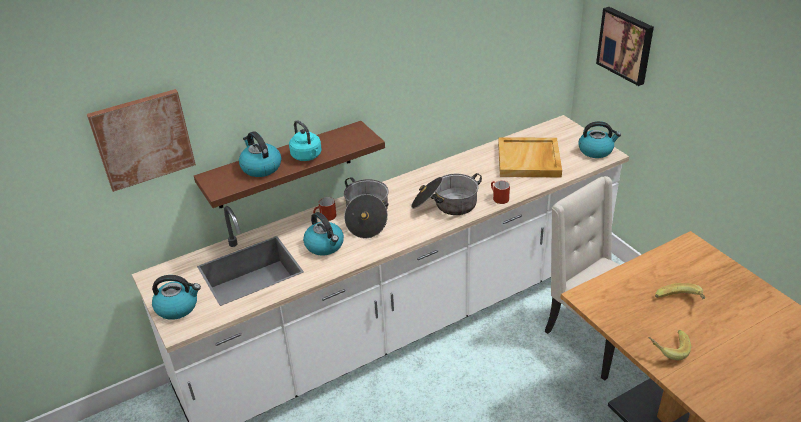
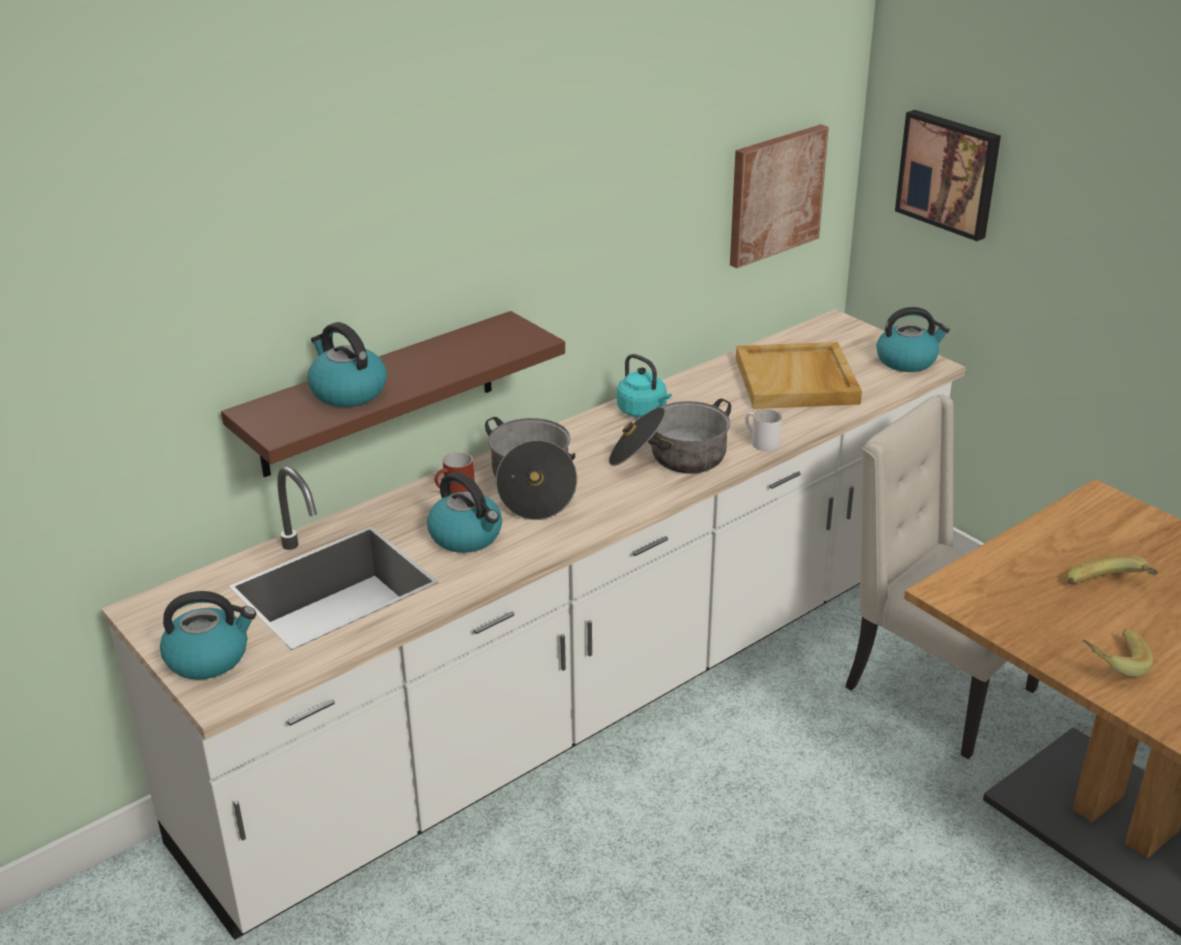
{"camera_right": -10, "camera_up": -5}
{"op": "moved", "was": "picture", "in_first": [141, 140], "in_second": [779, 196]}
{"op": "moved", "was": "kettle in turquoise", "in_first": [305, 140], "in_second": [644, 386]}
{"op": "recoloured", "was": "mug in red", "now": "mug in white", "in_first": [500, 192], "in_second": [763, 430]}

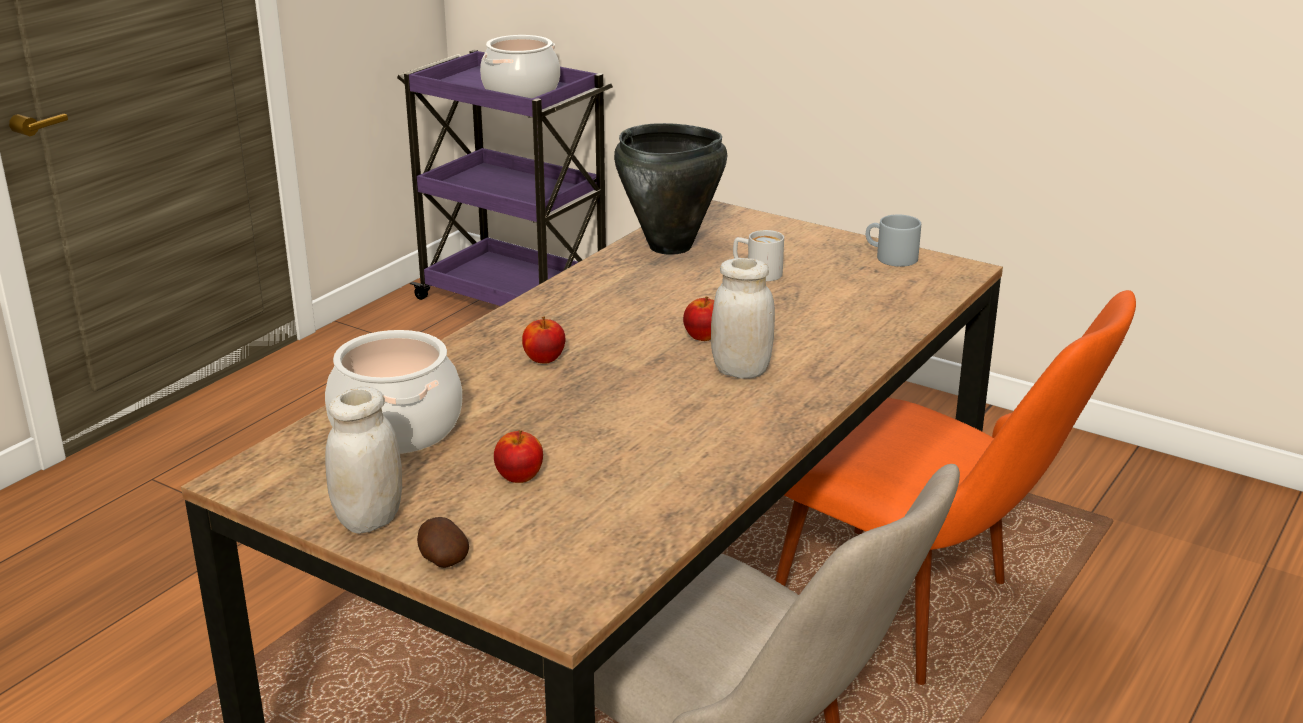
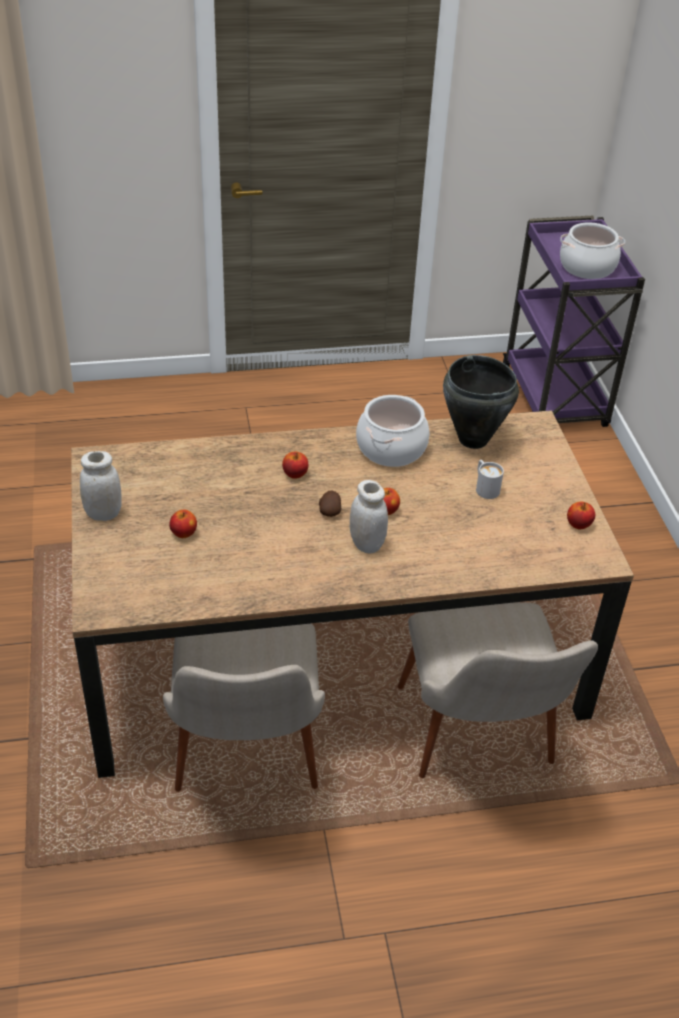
{"camera_right": 45, "camera_up": 15}
{"op": "moved", "was": "cooking pot", "in_first": [393, 392], "in_second": [393, 431]}
{"op": "moved", "was": "potato", "in_first": [443, 542], "in_second": [330, 503]}
{"op": "recoloured", "was": "chair in orange", "now": "chair in beige", "in_first": [955, 487], "in_second": [498, 690]}
{"op": "replaced", "was": "mug in grey", "now": "apple", "in_first": [893, 240], "in_second": [581, 515]}

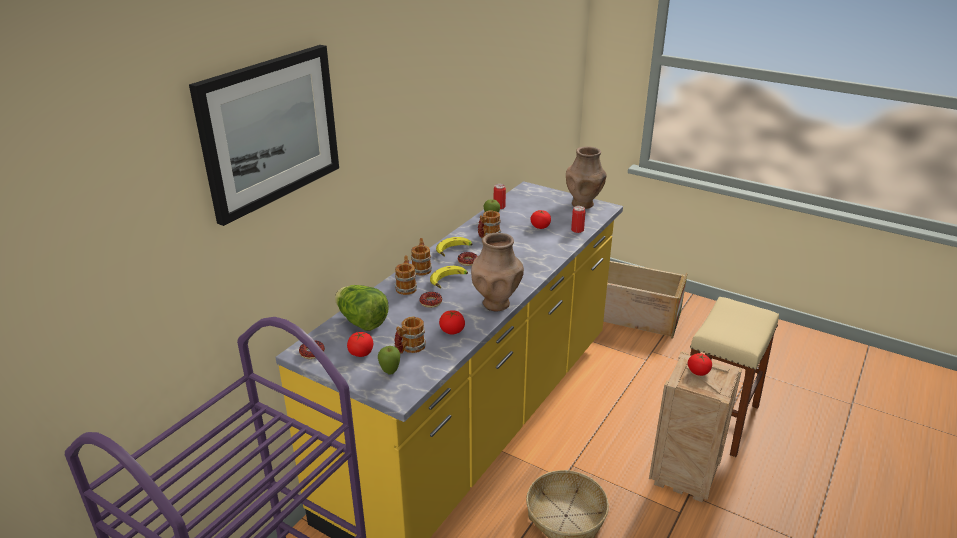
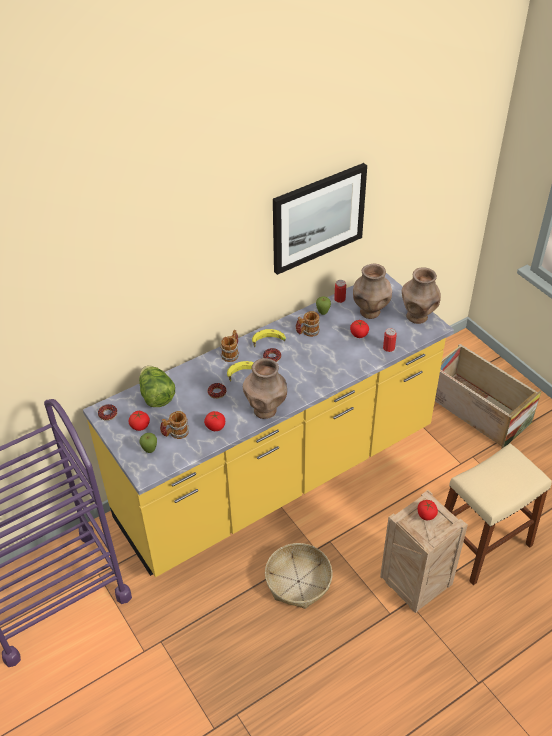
{"camera_right": 25, "camera_up": 15}
{"op": "moved", "was": "picture", "in_first": [264, 135], "in_second": [320, 219]}
{"op": "removed", "was": "mug", "in_first": [406, 275]}
{"op": "added", "now": "vase in brown", "in_second": [372, 291]}

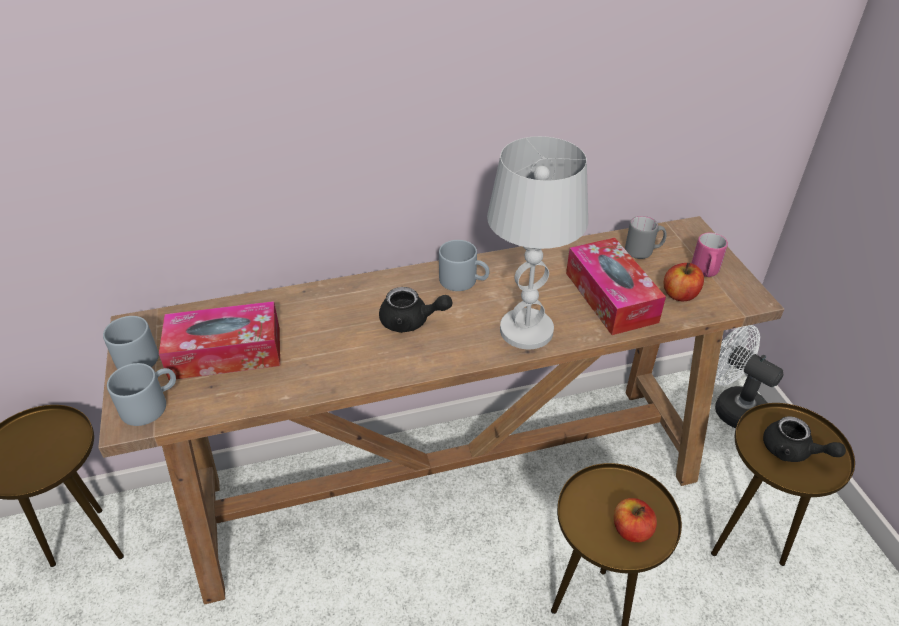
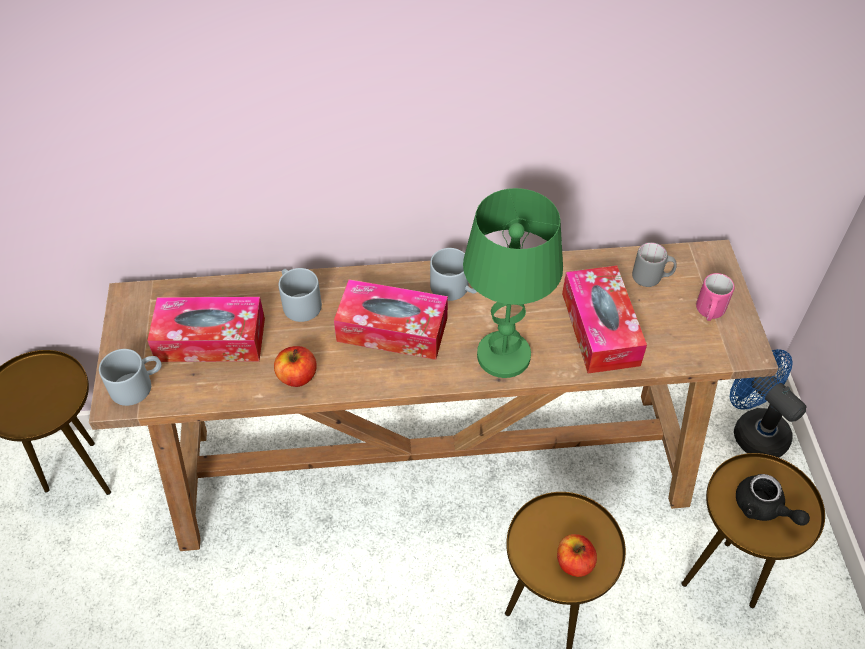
{"camera_right": 10, "camera_up": 10}
{"op": "moved", "was": "mug in grey", "in_first": [131, 342], "in_second": [300, 295]}
{"op": "replaced", "was": "teapot in black", "now": "tissue box", "in_first": [415, 310], "in_second": [391, 319]}
{"op": "recoloured", "was": "table lamp in white", "now": "table lamp in green", "in_first": [537, 242], "in_second": [513, 283]}
{"op": "moved", "was": "apple", "in_first": [683, 281], "in_second": [295, 366]}
{"op": "recoloured", "was": "fan in white", "now": "fan in blue", "in_first": [749, 376], "in_second": [768, 403]}

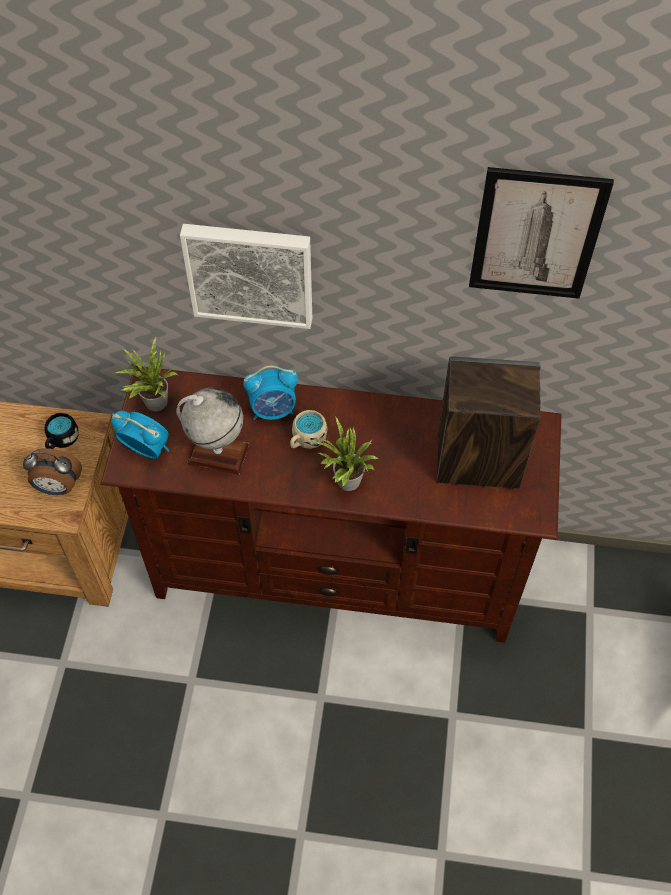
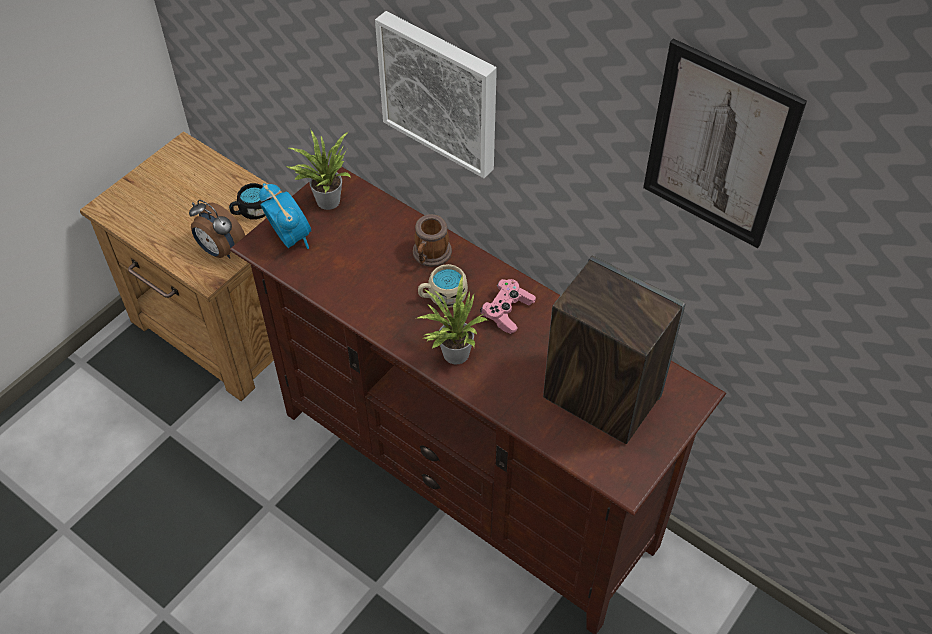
{"camera_right": 30, "camera_up": -5}
{"op": "removed", "was": "globe", "in_first": [212, 431]}
{"op": "replaced", "was": "alarm clock", "now": "mug", "in_first": [270, 392], "in_second": [432, 240]}
{"op": "added", "now": "game controller in pink", "in_second": [508, 306]}

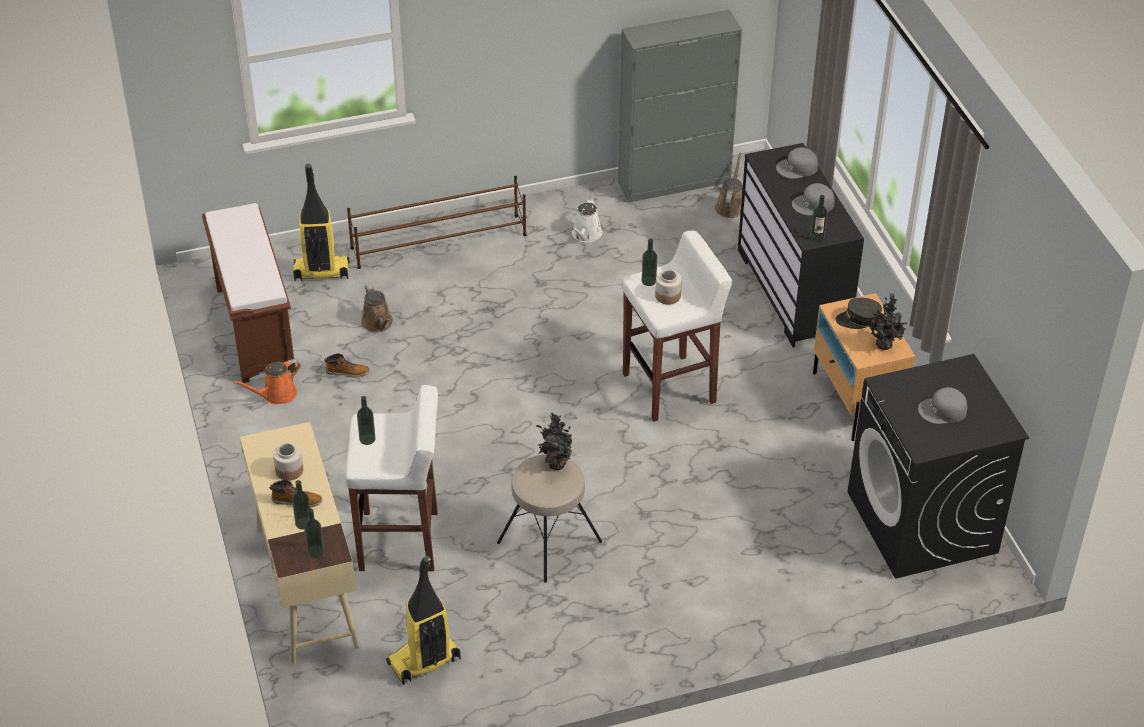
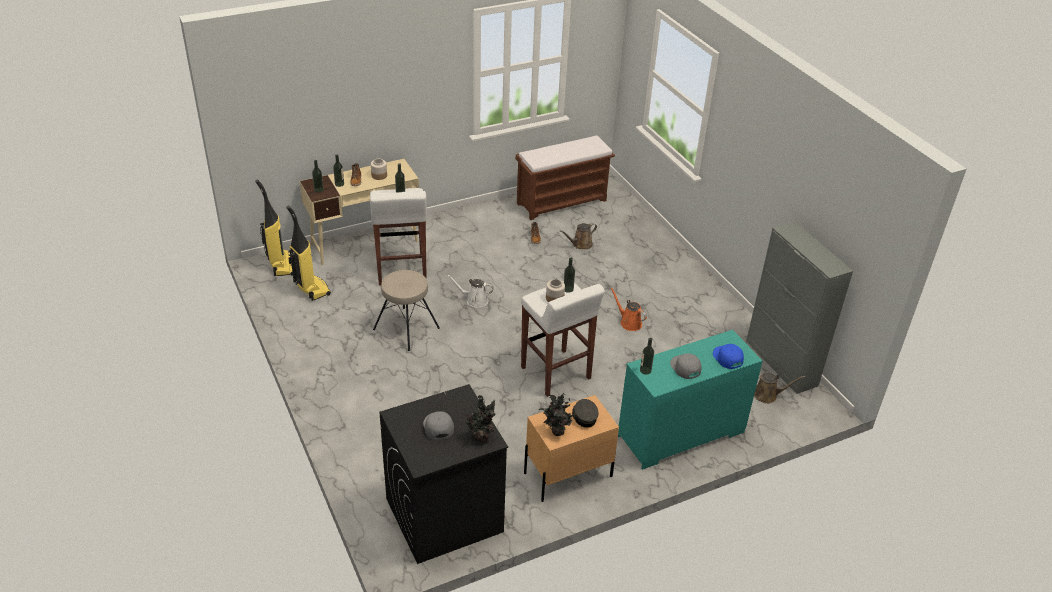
{"camera_right": 80, "camera_up": -5}
{"op": "moved", "was": "watering can in orange", "in_first": [266, 382], "in_second": [629, 309]}
{"op": "moved", "was": "vacuum cleaner", "in_first": [321, 222], "in_second": [274, 228]}
{"op": "removed", "was": "shoe rack in brown", "in_first": [436, 222]}
{"op": "moved", "was": "potted plant", "in_first": [554, 441], "in_second": [480, 419]}
{"op": "moved", "was": "watering can in white", "in_first": [587, 220], "in_second": [470, 291]}
{"op": "recoloured", "was": "dresser in black", "now": "dresser in turquoise", "in_first": [801, 245], "in_second": [690, 400]}
{"op": "recoloured", "was": "cap in grey", "now": "cap in blue", "in_first": [797, 163], "in_second": [728, 356]}

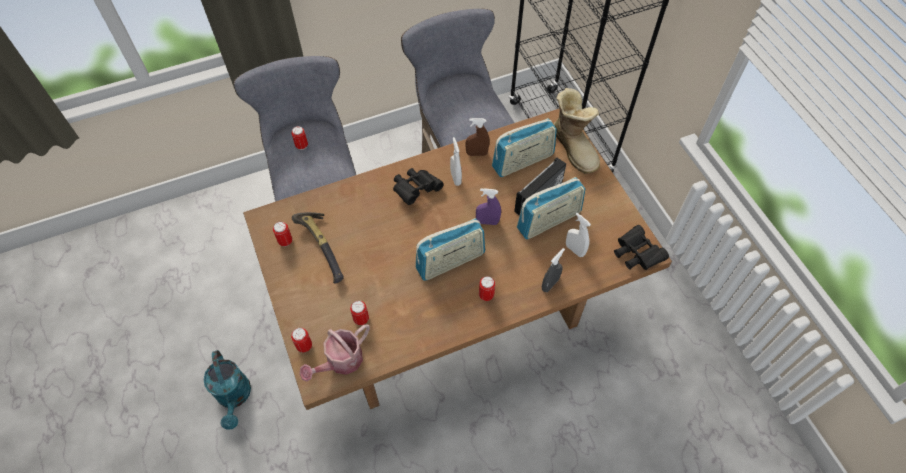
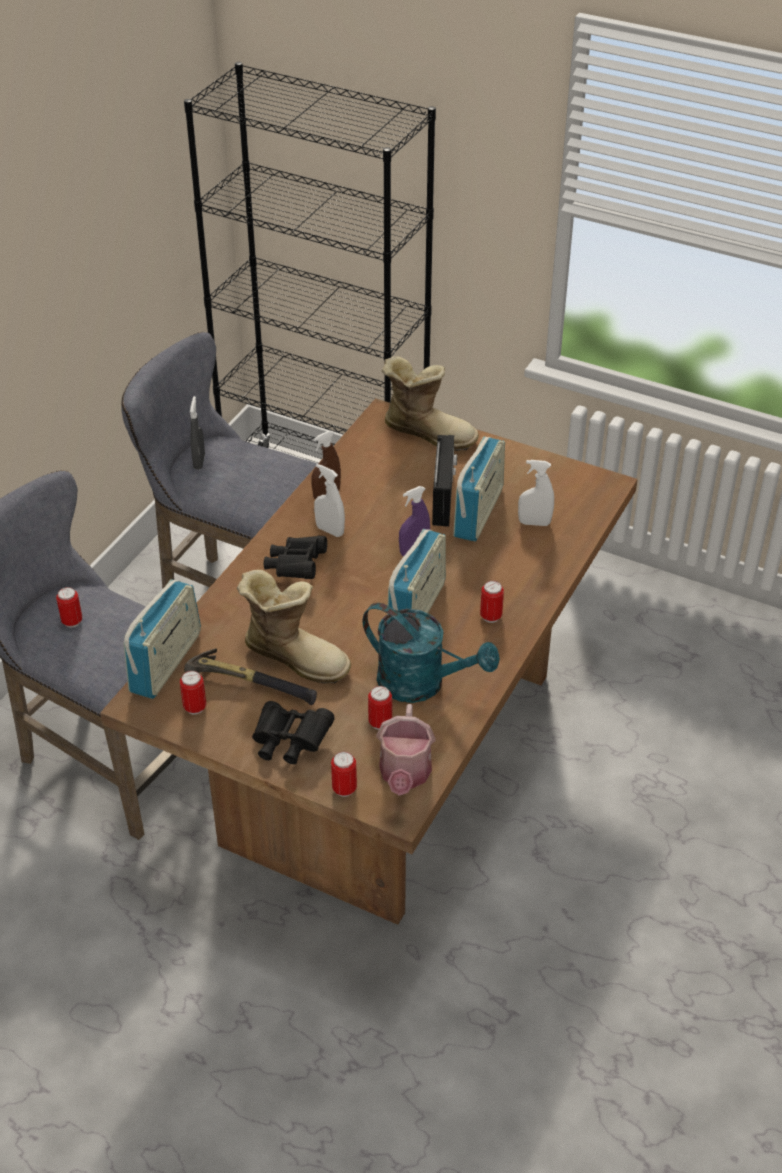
{"camera_right": -40, "camera_up": -15}
{"op": "moved", "was": "watering can in turquoise", "in_first": [227, 389], "in_second": [431, 653]}
{"op": "moved", "was": "radio", "in_first": [524, 147], "in_second": [162, 639]}
{"op": "moved", "was": "spray bottle in grey", "in_first": [553, 270], "in_second": [197, 432]}
{"op": "moved", "was": "binoculars in black", "in_first": [641, 247], "in_second": [293, 732]}
{"op": "added", "now": "boot", "in_second": [294, 626]}

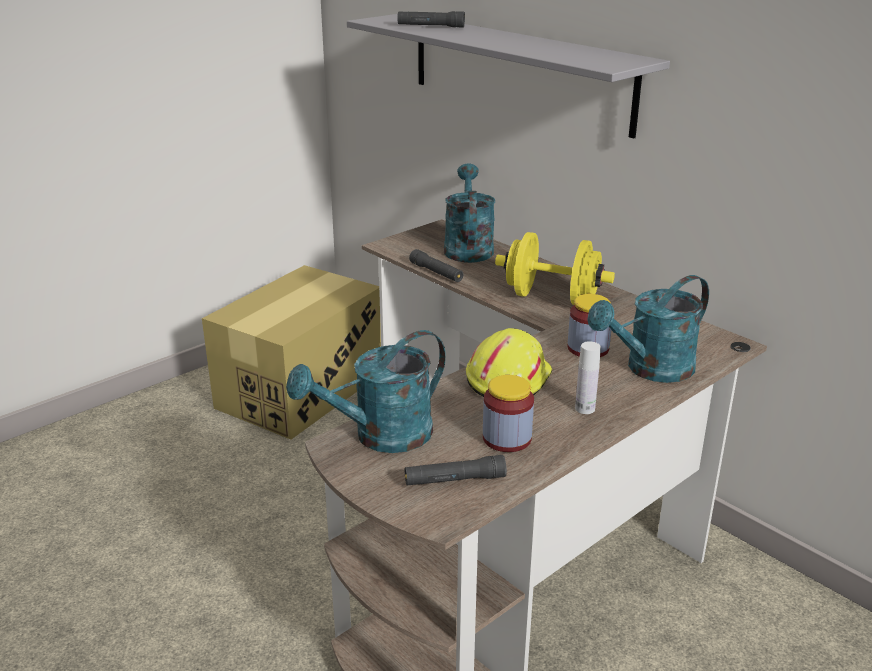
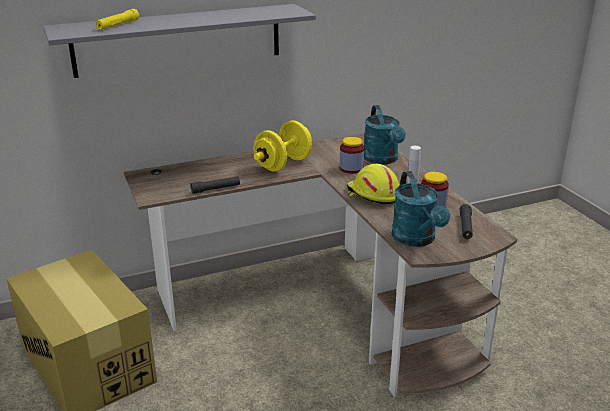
{"camera_right": -70, "camera_up": 0}
{"op": "recoloured", "was": "flashlight in black", "now": "flashlight in yellow", "in_first": [431, 19], "in_second": [117, 19]}
{"op": "removed", "was": "watering can in turquoise", "in_first": [469, 213]}

